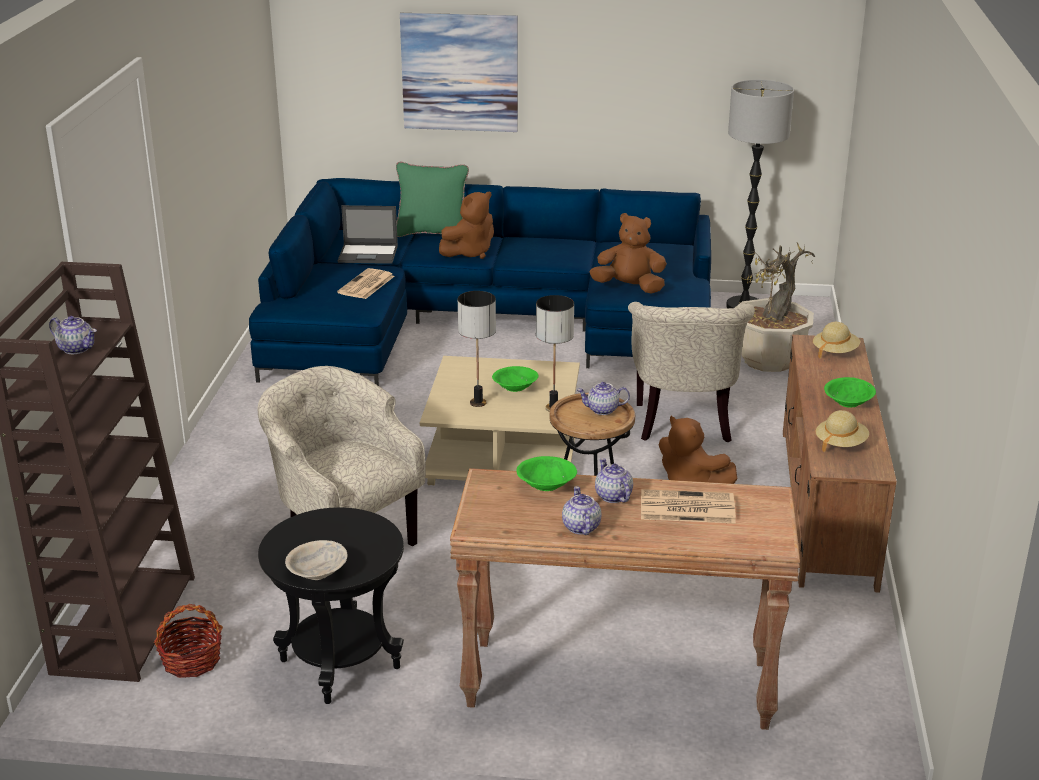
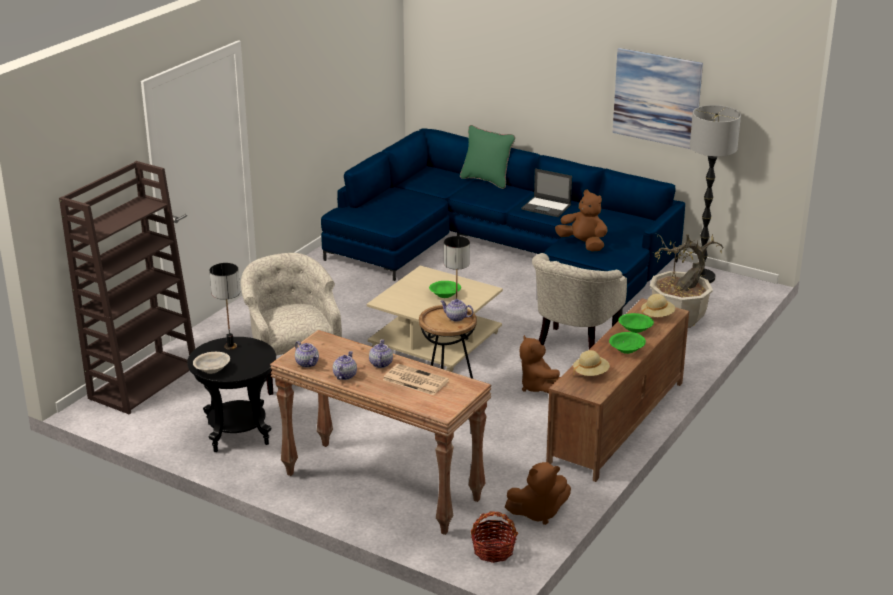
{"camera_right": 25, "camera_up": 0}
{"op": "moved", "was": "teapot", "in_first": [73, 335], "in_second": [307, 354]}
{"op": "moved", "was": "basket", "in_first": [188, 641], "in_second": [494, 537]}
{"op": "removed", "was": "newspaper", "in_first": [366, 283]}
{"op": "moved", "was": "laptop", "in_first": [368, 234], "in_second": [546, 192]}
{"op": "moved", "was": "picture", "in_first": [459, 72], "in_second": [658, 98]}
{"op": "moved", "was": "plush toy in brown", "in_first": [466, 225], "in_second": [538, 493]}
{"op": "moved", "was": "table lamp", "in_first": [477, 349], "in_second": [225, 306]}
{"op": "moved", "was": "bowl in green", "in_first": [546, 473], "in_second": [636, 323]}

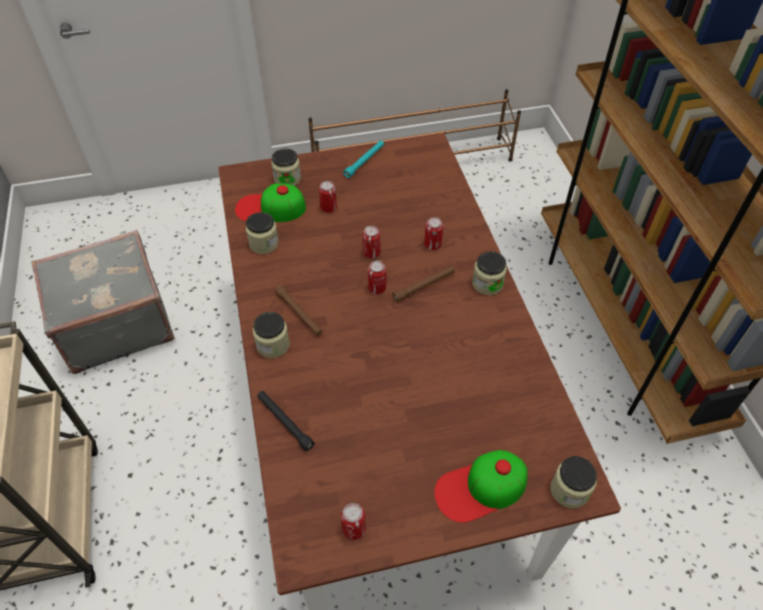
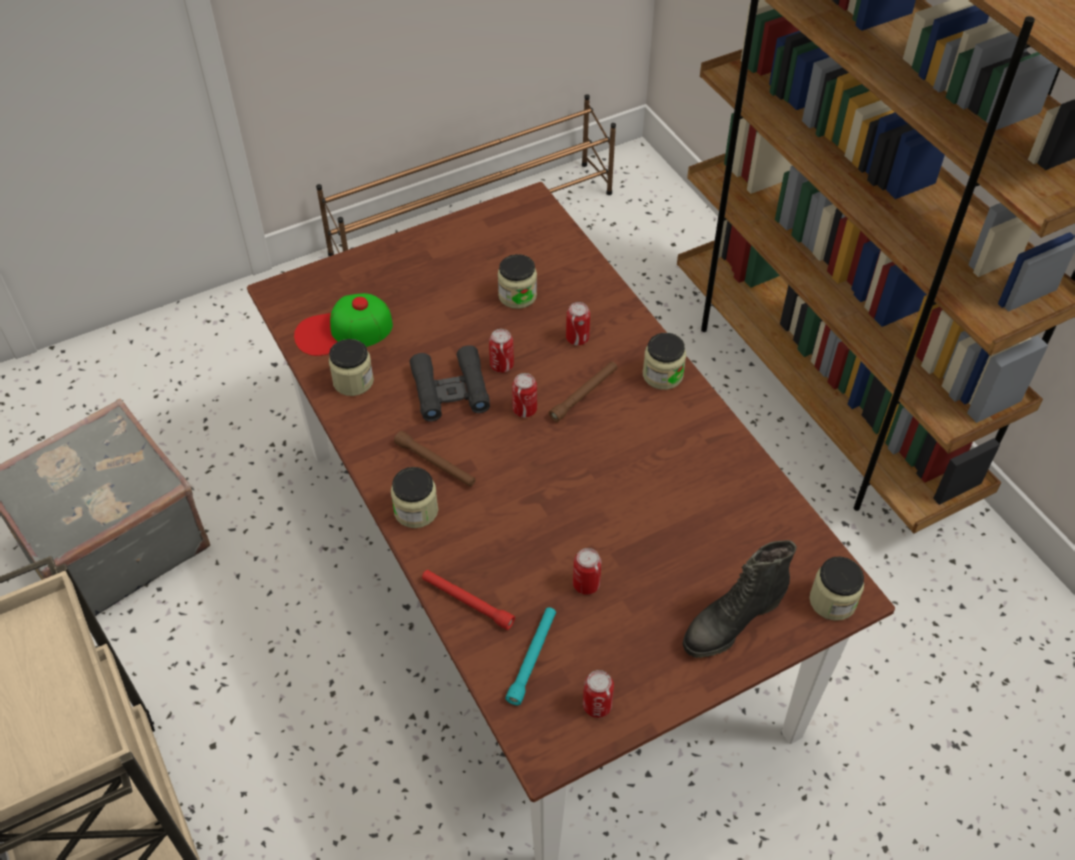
{"camera_right": -15, "camera_up": 0}
{"op": "recoloured", "was": "flashlight in black", "now": "flashlight in red", "in_first": [286, 421], "in_second": [468, 600]}
{"op": "moved", "was": "jar", "in_first": [286, 167], "in_second": [517, 281]}
{"op": "moved", "was": "can", "in_first": [328, 197], "in_second": [587, 571]}
{"op": "moved", "was": "flashlight in turquoise", "in_first": [363, 159], "in_second": [530, 656]}
{"op": "replaced", "was": "cap", "now": "boot in black", "in_first": [481, 486], "in_second": [740, 599]}
{"op": "added", "now": "binoculars in black", "in_second": [450, 383]}

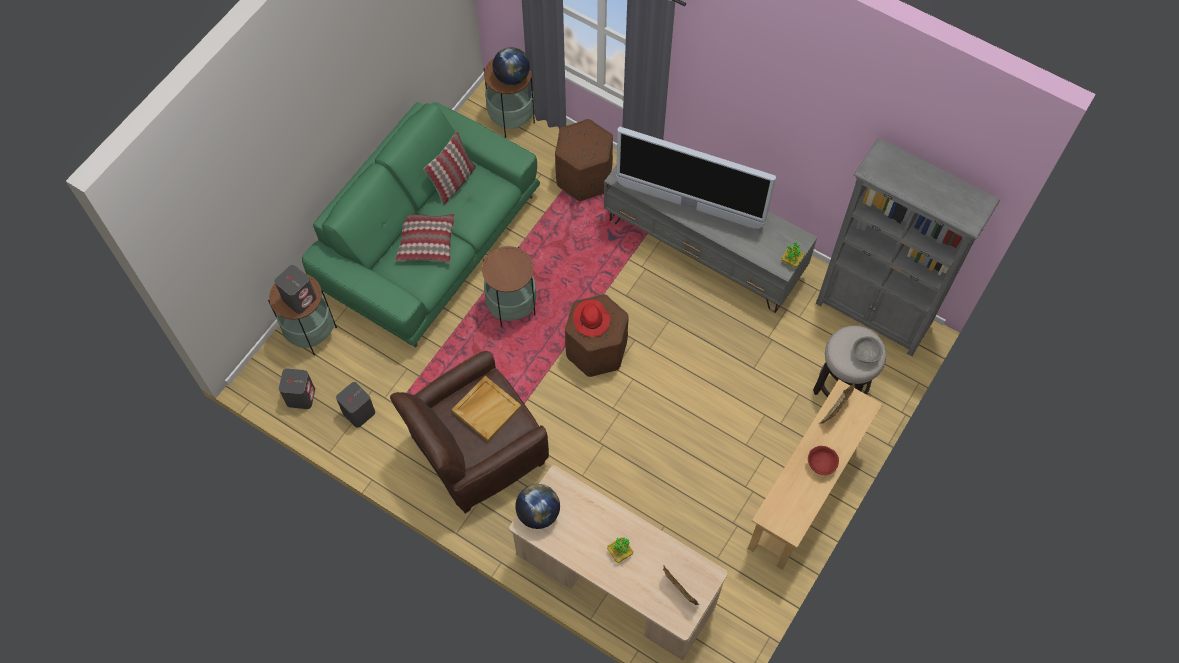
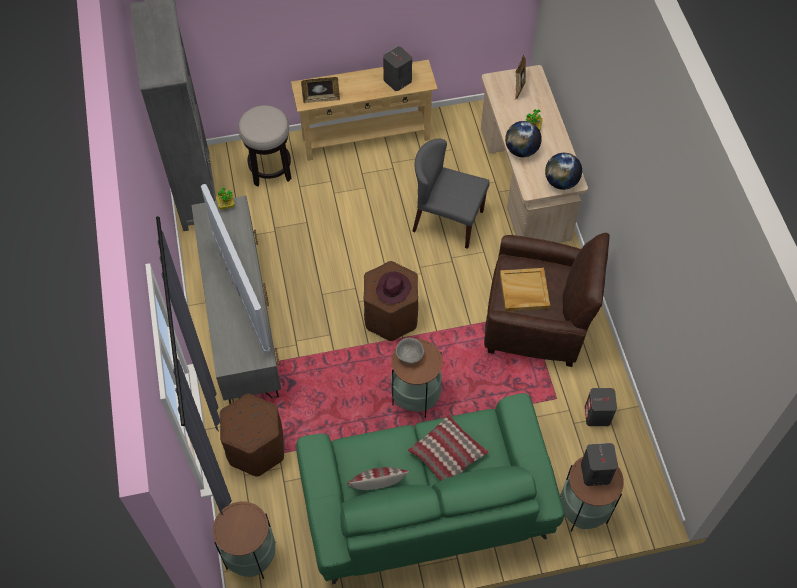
{"camera_right": -135, "camera_up": -5}
{"op": "moved", "was": "speaker in grey", "in_first": [297, 389], "in_second": [397, 68]}
{"op": "moved", "was": "globe", "in_first": [511, 66], "in_second": [523, 139]}
{"op": "recoloured", "was": "hat in red", "now": "hat in purple", "in_first": [591, 318], "in_second": [393, 288]}
{"op": "removed", "was": "bowl in red", "in_first": [823, 460]}
{"op": "moved", "was": "bowl in grey", "in_first": [868, 349], "in_second": [410, 351]}
{"op": "added", "now": "chair in grey", "in_second": [451, 194]}

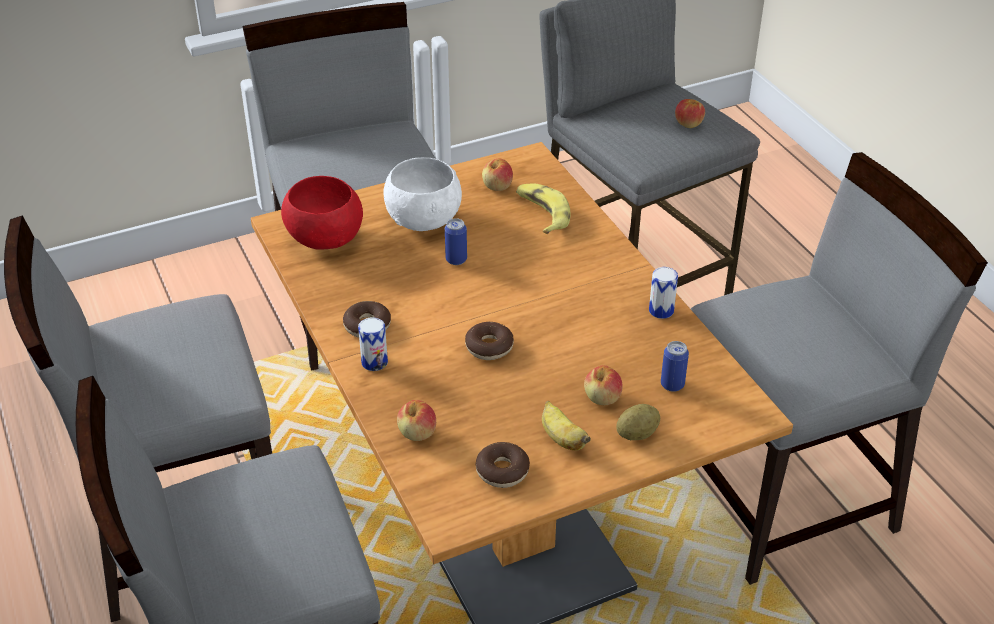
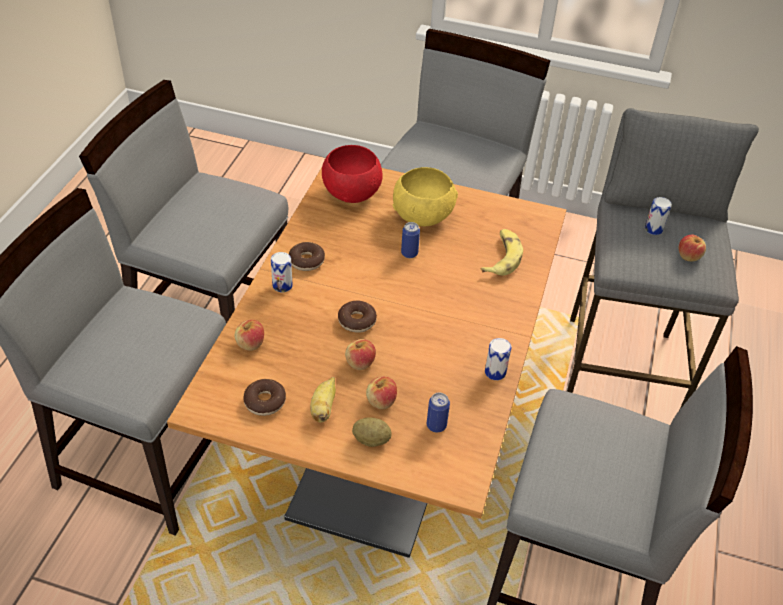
{"camera_right": 40, "camera_up": 5}
{"op": "recoloured", "was": "bowl in white", "now": "bowl in yellow", "in_first": [423, 194], "in_second": [425, 196]}
{"op": "moved", "was": "apple", "in_first": [497, 174], "in_second": [360, 354]}
{"op": "added", "now": "can", "in_second": [658, 216]}

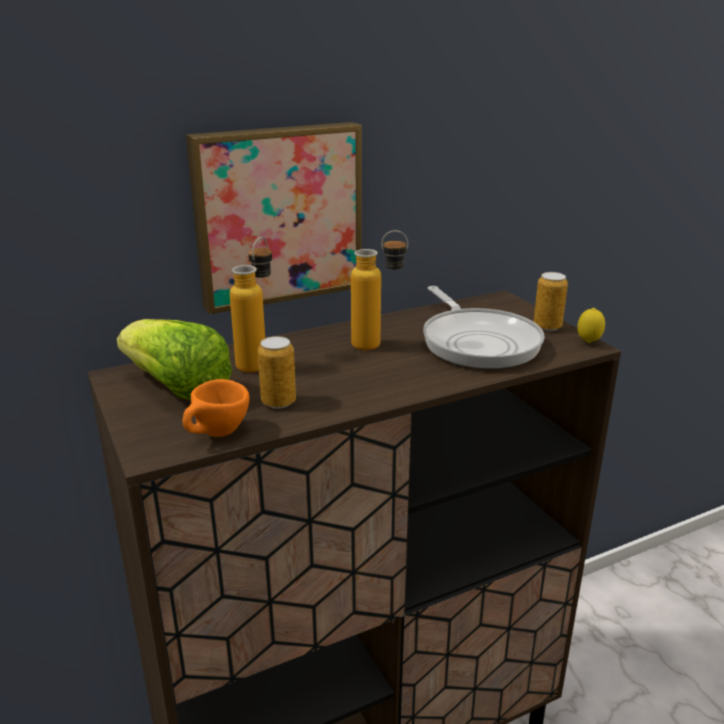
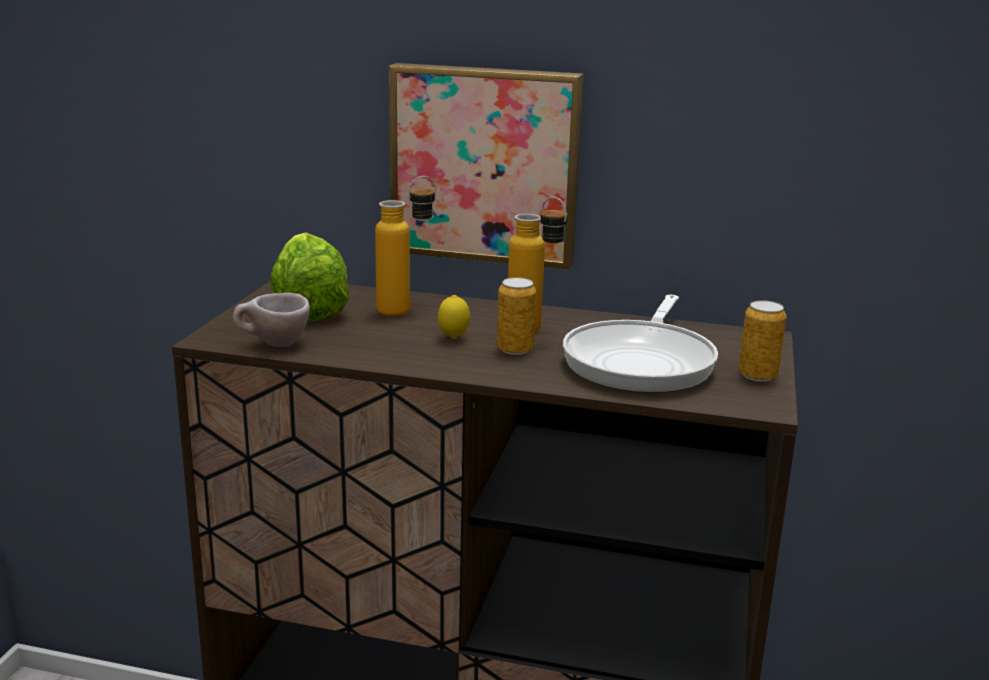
{"camera_right": 40, "camera_up": -5}
{"op": "recoloured", "was": "cup in orange", "now": "cup in beige", "in_first": [215, 408], "in_second": [271, 320]}
{"op": "moved", "was": "can", "in_first": [277, 372], "in_second": [517, 316]}
{"op": "moved", "was": "lemon", "in_first": [591, 325], "in_second": [454, 317]}

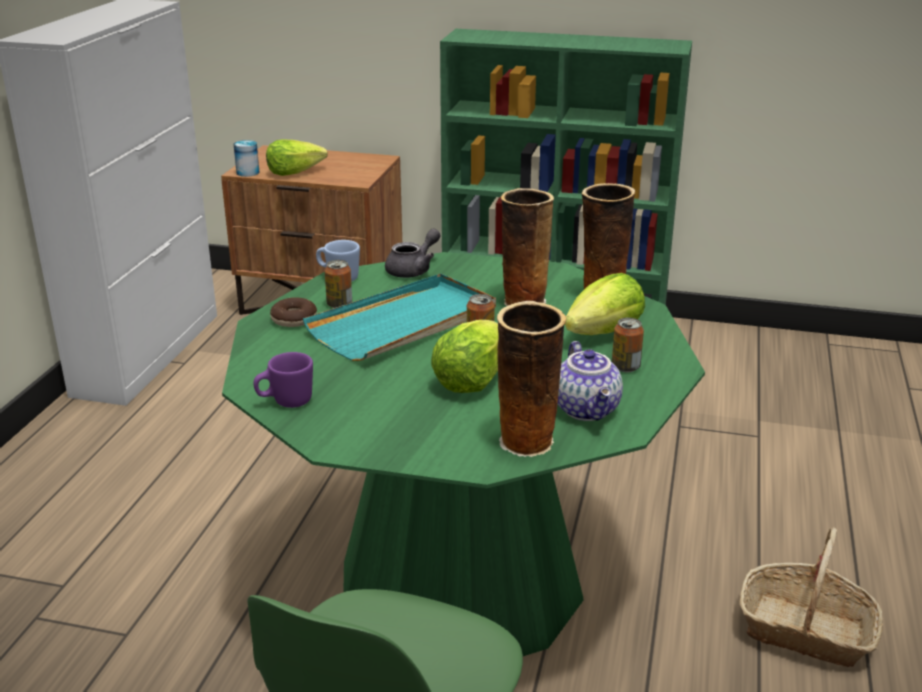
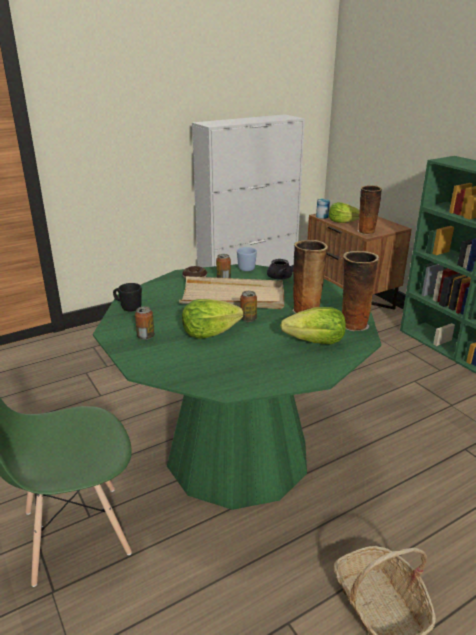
{"camera_right": 45, "camera_up": 0}
{"op": "recoloured", "was": "mug in purple", "now": "mug in black", "in_first": [283, 380], "in_second": [127, 297]}
{"op": "recoloured", "was": "tray in turquoise", "now": "tray in beige", "in_first": [399, 317], "in_second": [231, 292]}
{"op": "moved", "was": "vase", "in_first": [531, 379], "in_second": [370, 210]}
{"op": "removed", "was": "teapot", "in_first": [590, 381]}
{"op": "moved", "was": "can", "in_first": [628, 344], "in_second": [144, 323]}

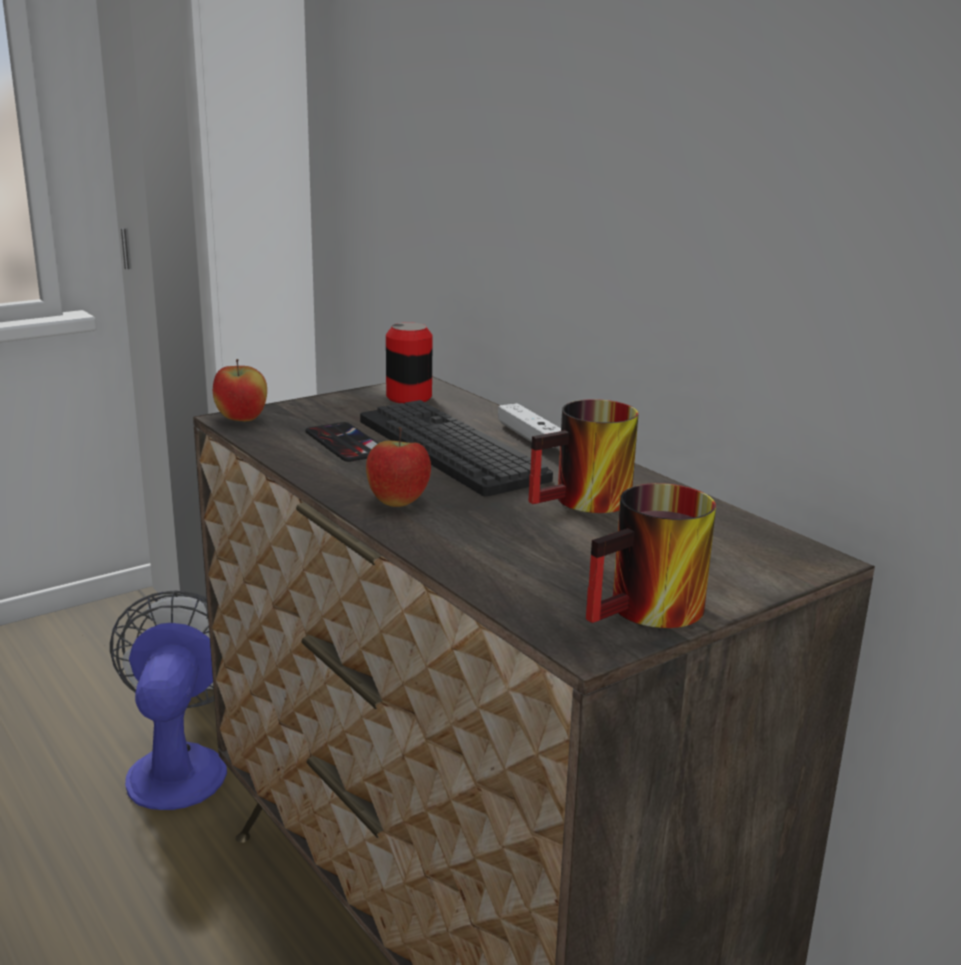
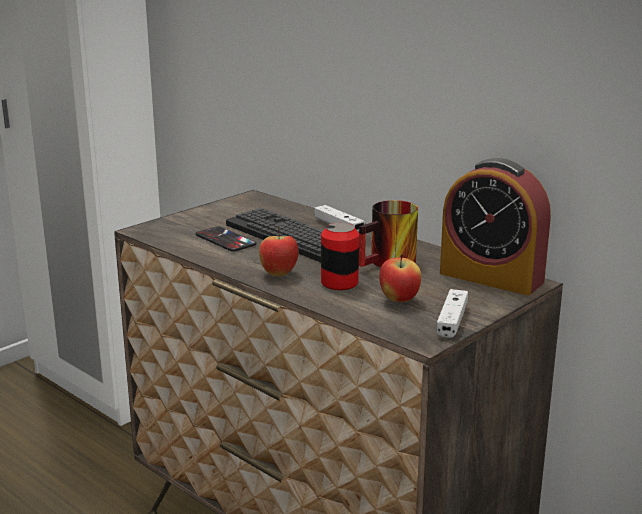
{"camera_right": -10, "camera_up": 0}
{"op": "removed", "was": "fan", "in_first": [168, 700]}
{"op": "moved", "was": "apple", "in_first": [240, 390], "in_second": [400, 278]}
{"op": "moved", "was": "can", "in_first": [409, 362], "in_second": [340, 256]}
{"op": "replaced", "was": "mug", "now": "game controller in white", "in_first": [651, 555], "in_second": [452, 313]}
{"op": "added", "now": "alarm clock", "in_second": [495, 226]}

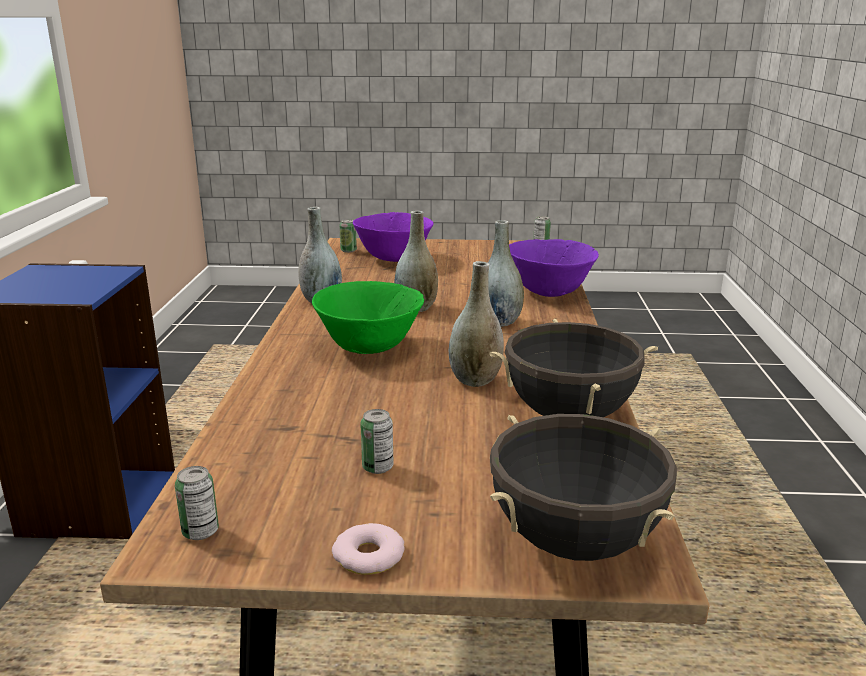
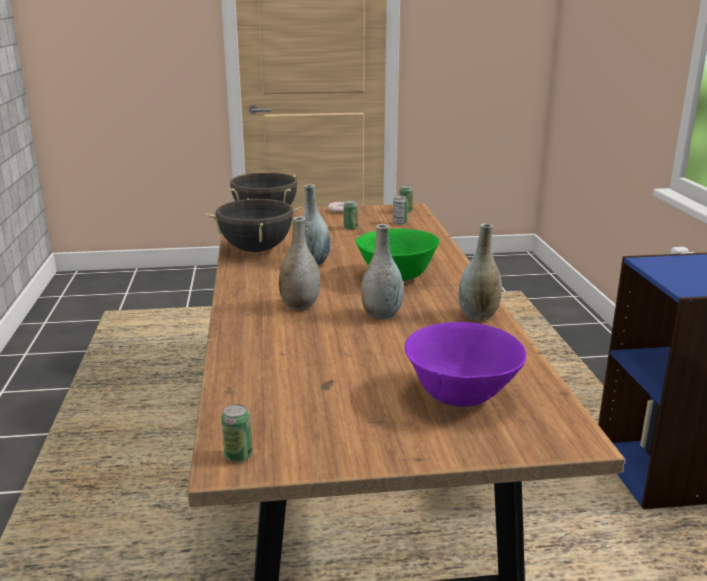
{"camera_right": 170, "camera_up": 0}
{"op": "moved", "was": "can", "in_first": [348, 236], "in_second": [400, 210]}
{"op": "removed", "was": "bowl in purple", "in_first": [554, 268]}

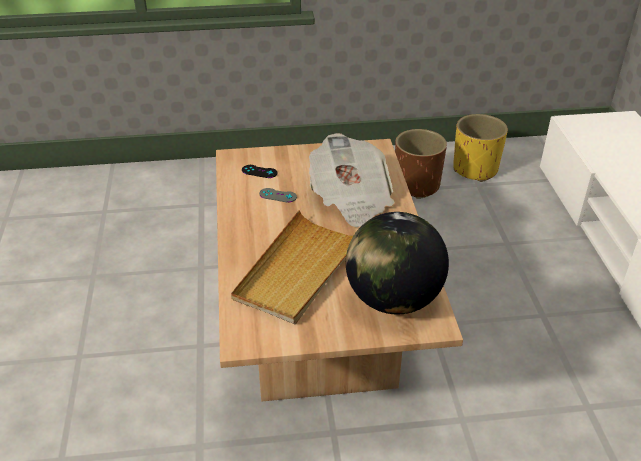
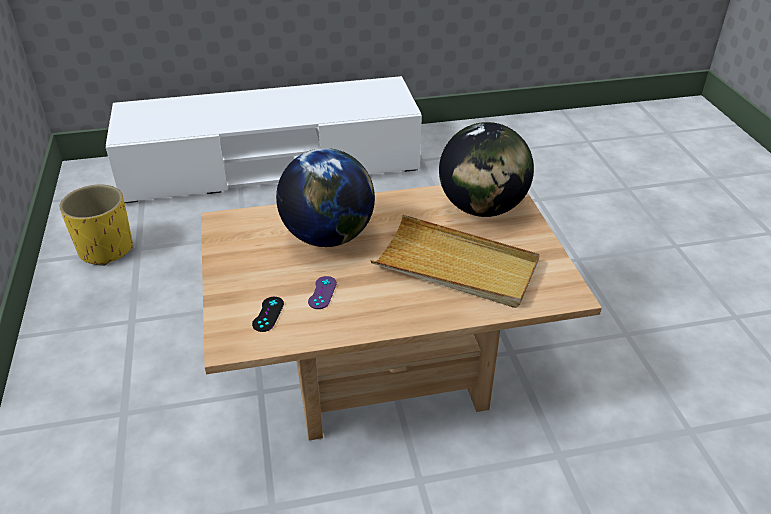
{"camera_right": -95, "camera_up": 0}
{"op": "recoloured", "was": "game controller in grey", "now": "game controller in purple", "in_first": [278, 195], "in_second": [322, 292]}
{"op": "replaced", "was": "newspaper", "now": "globe", "in_first": [351, 180], "in_second": [325, 197]}
{"op": "removed", "was": "planter in brown", "in_first": [421, 164]}

